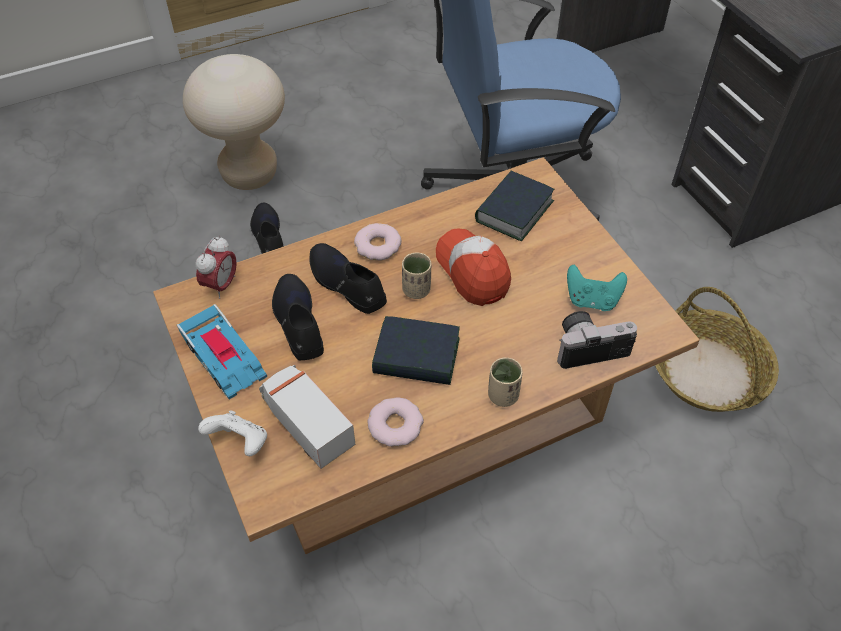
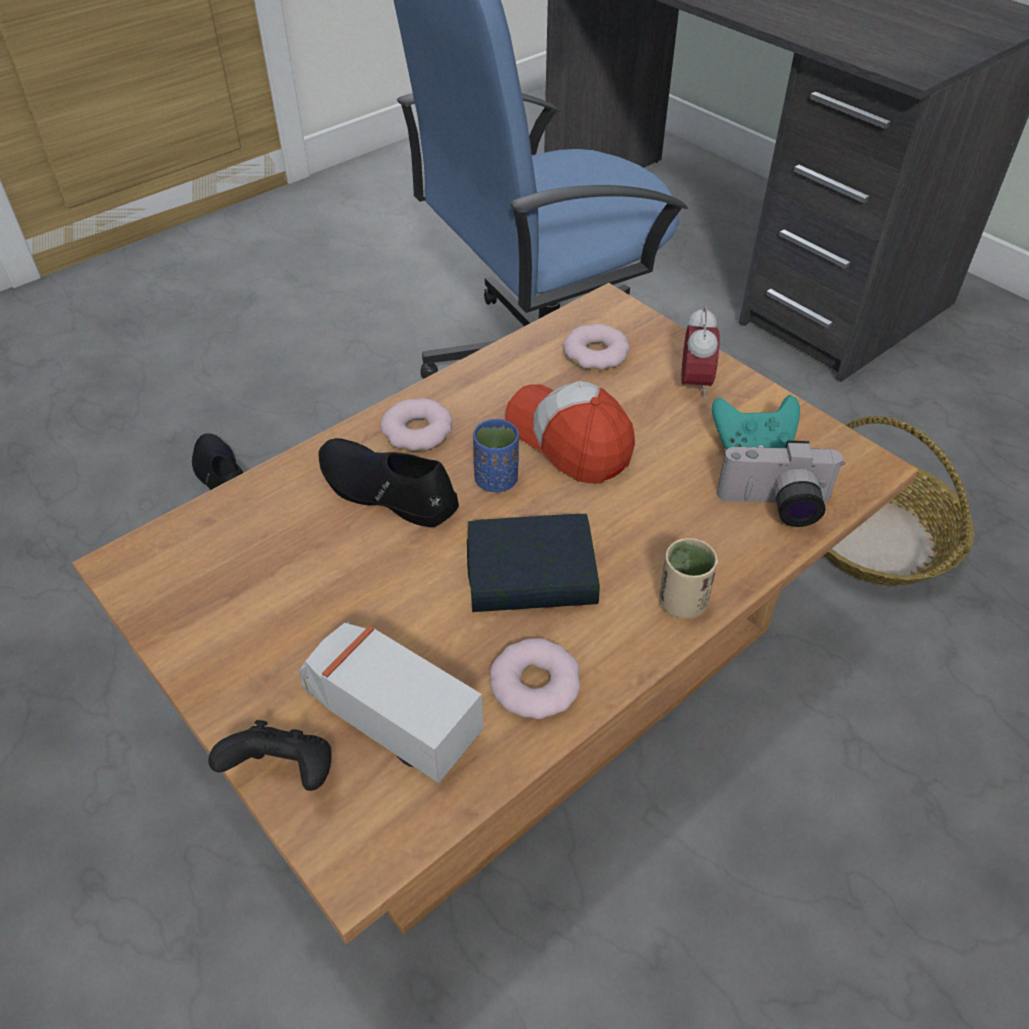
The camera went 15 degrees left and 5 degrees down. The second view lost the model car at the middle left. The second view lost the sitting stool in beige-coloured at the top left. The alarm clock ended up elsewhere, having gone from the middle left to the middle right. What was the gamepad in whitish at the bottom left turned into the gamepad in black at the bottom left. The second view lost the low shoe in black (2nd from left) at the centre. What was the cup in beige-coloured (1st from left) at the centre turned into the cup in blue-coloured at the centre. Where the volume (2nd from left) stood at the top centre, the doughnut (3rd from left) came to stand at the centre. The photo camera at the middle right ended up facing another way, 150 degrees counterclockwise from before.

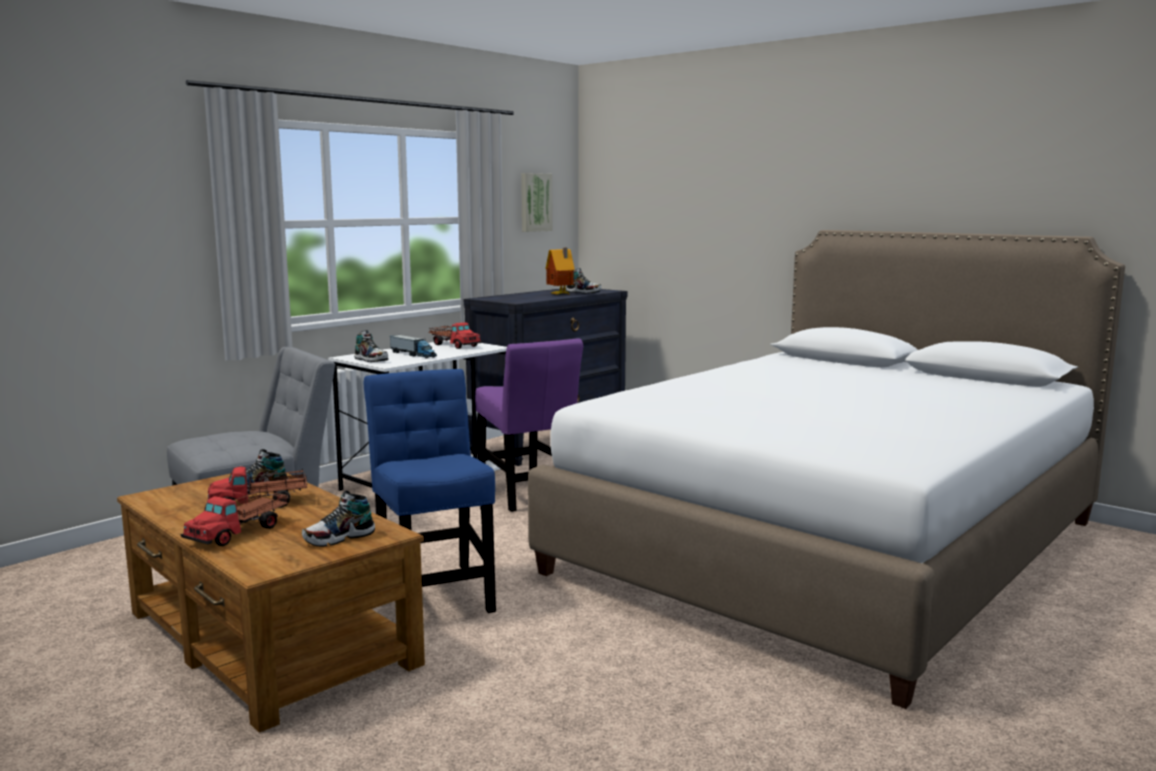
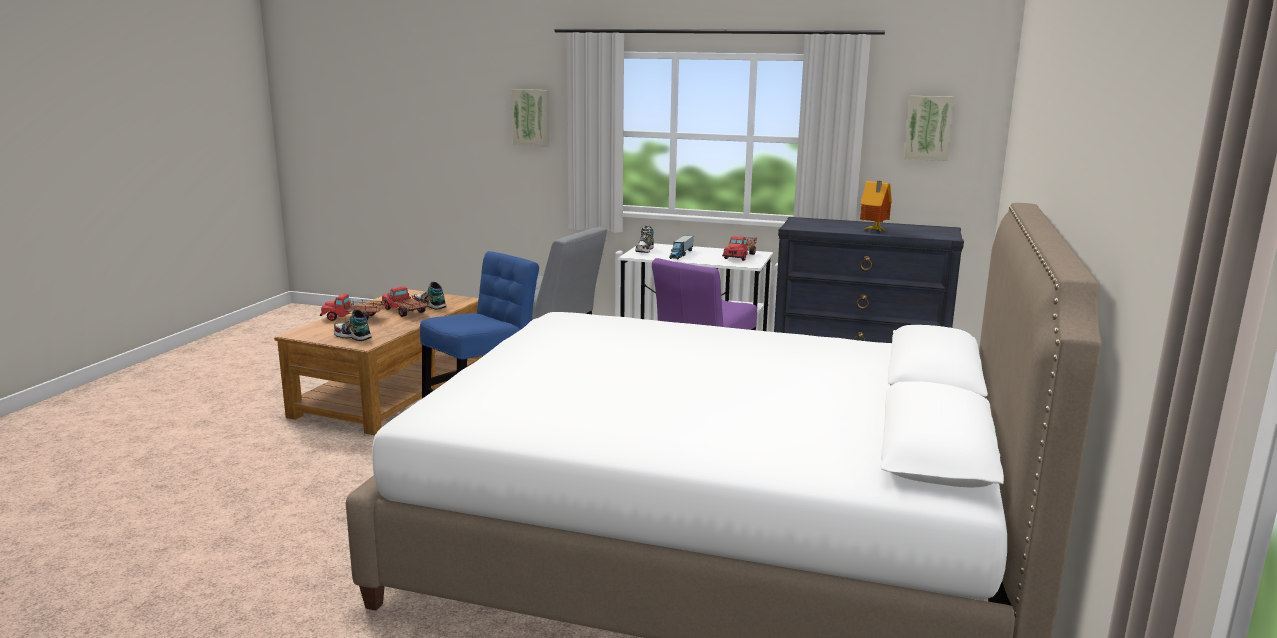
The camera went 65 degrees right and 5 degrees up. The second view lost the low shoe (4th from left) at the centre. The second view gained the picture (1st from left) at the top centre.

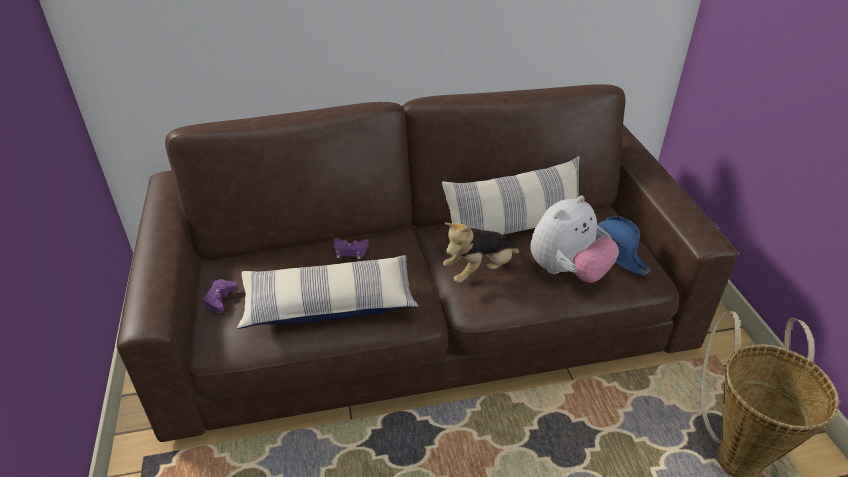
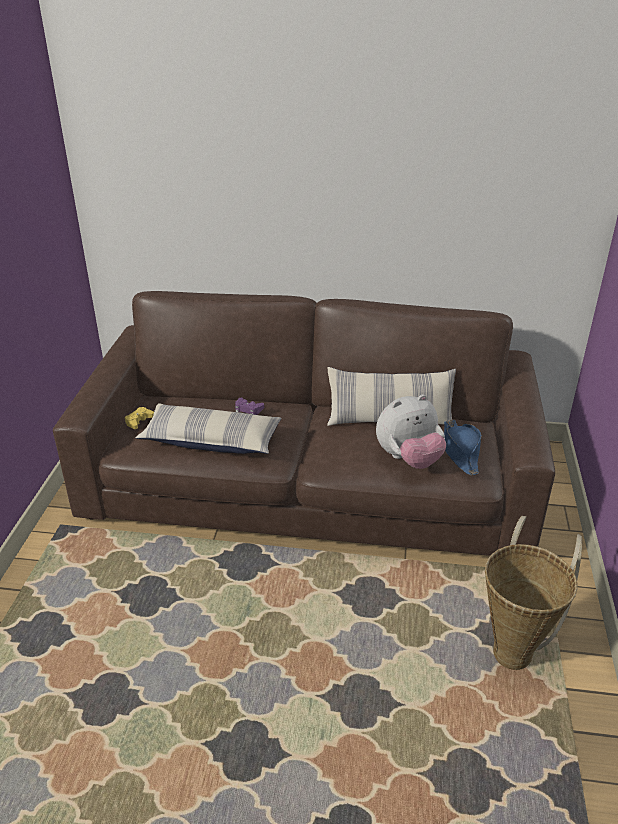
The camera went 20 degrees right and 5 degrees down. What was the gamepad in purplish (1st from left) at the middle left turned into the gamepad in yellowish at the middle left. The second view lost the soft toy (1st from left) at the centre.

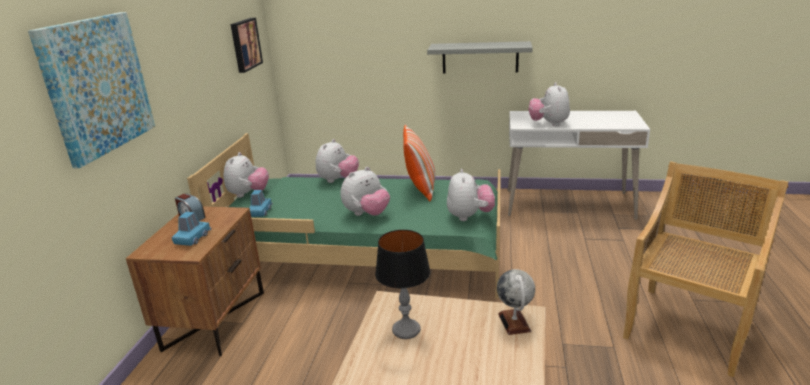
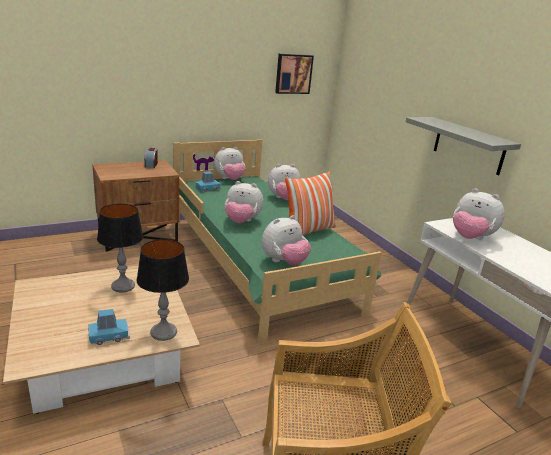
The camera went 50 degrees right and 0 degrees up. The second view lost the picture (1st from left) at the top left. The model car in blue-coloured (1st from left) ended up elsewhere, having gone from the middle left to the bottom left. Where the desk globe stood at the bottom centre, the tabletop lamp (2nd from left) came to stand at the middle left. The soft toy (5th from left) at the top right ended up facing another way, 105 degrees counterclockwise from before.

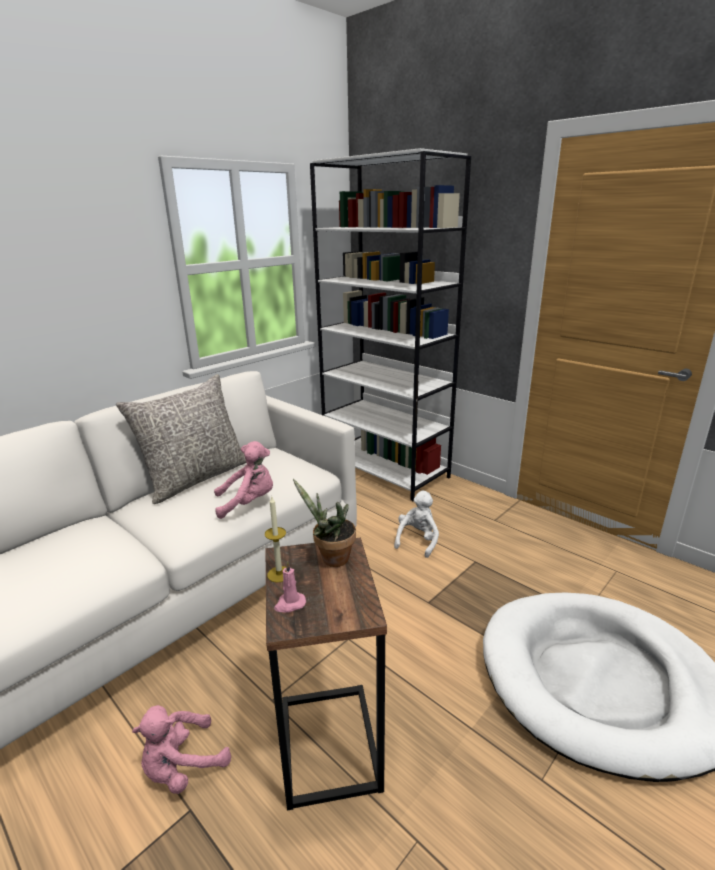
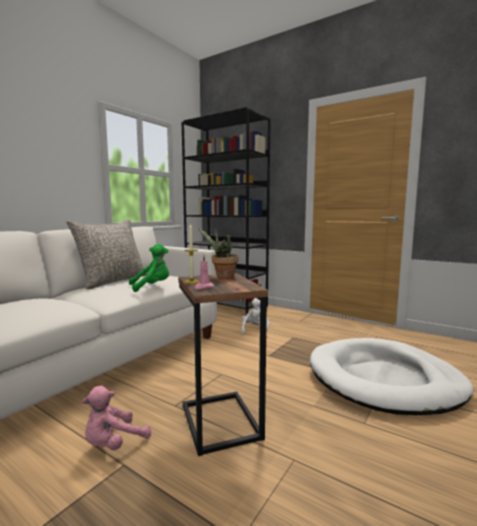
The camera went 10 degrees left and 15 degrees down. What was the soft toy in pinkish (2nd from left) at the centre turned into the soft toy in greenish at the middle left. What was the bookcase in whitish at the centre turned into the bookcase in black at the centre.

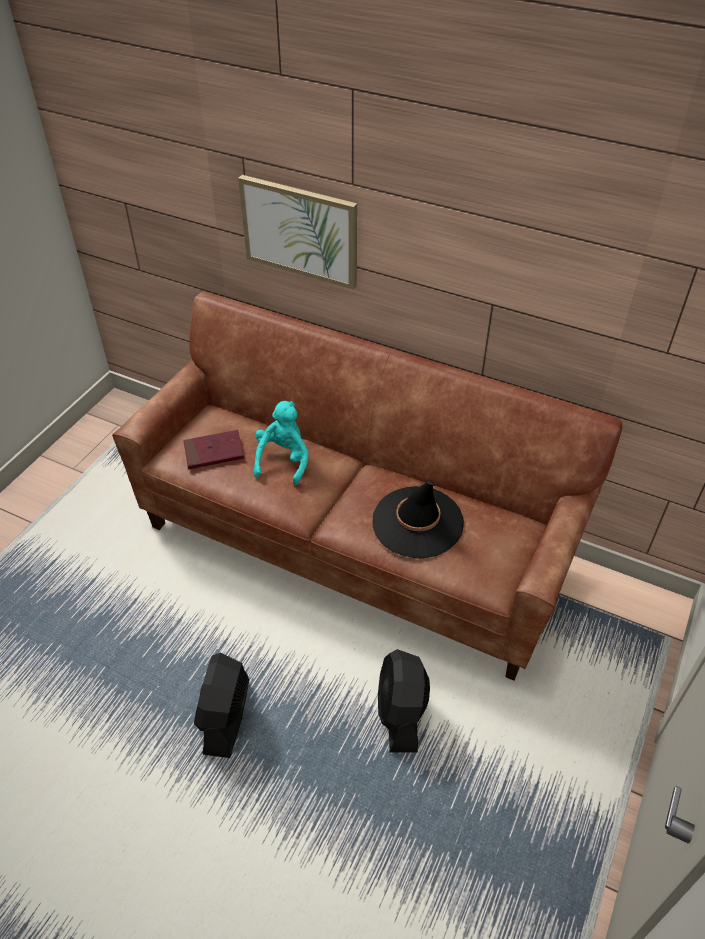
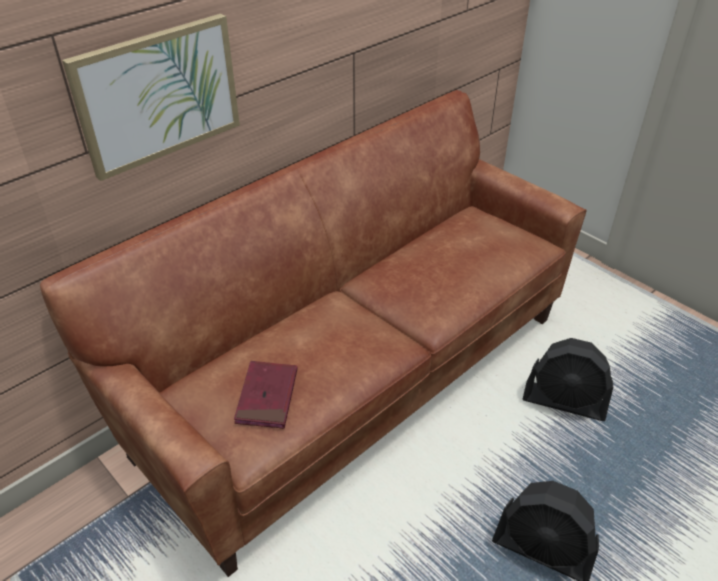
The camera went 70 degrees left and 5 degrees down. The second view lost the soft toy in turquoise at the centre. The second view lost the wearable hat in black at the centre.

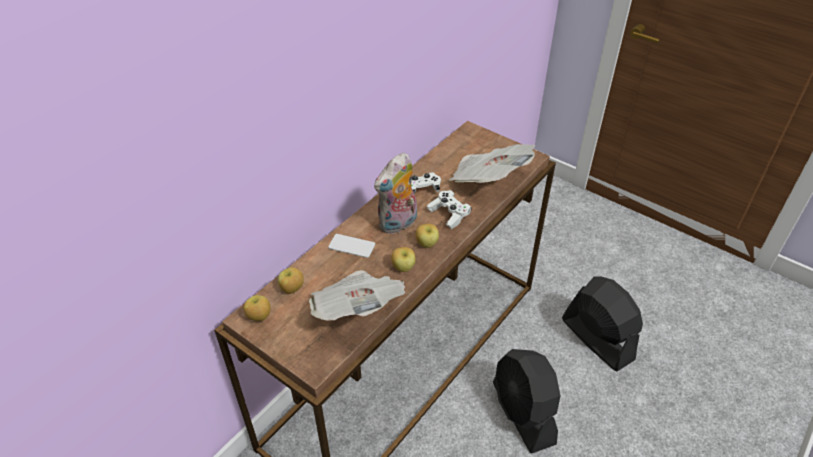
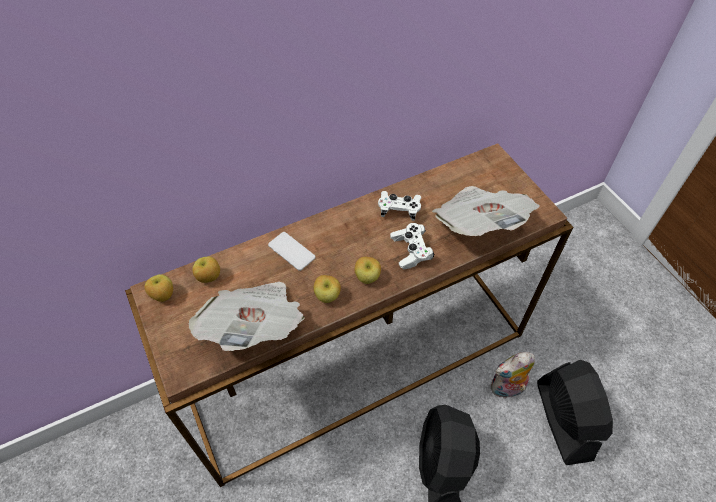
The camera went 25 degrees right and 10 degrees up. The soft toy ended up elsewhere, having gone from the centre to the bottom right.

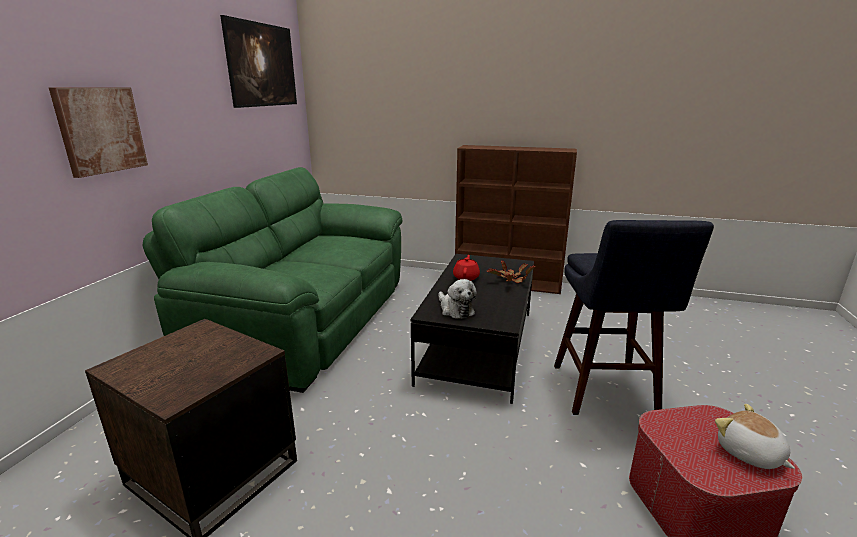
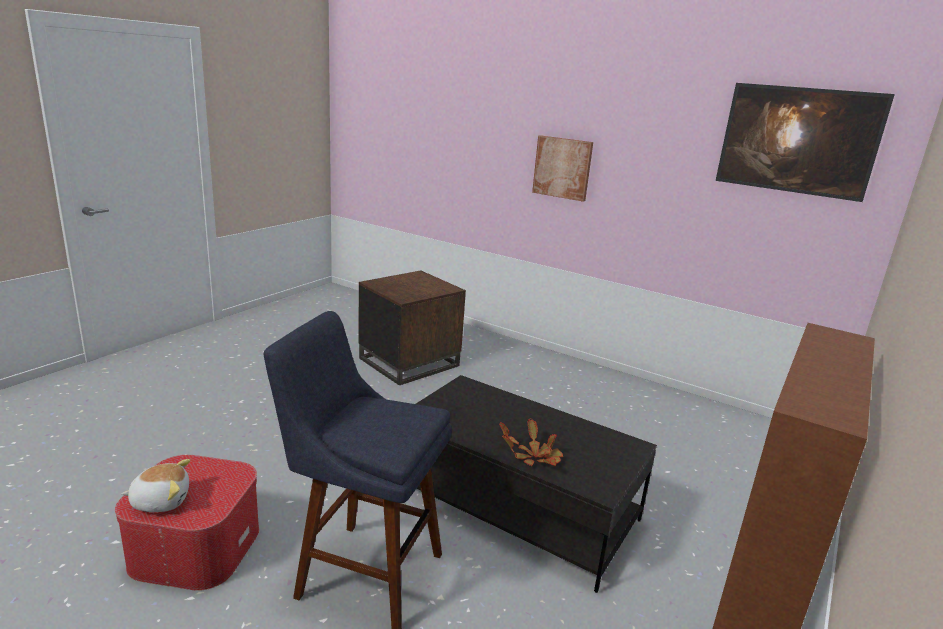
The camera went 105 degrees right and 0 degrees up. The second view lost the couch in greenish at the middle left. The second view lost the soft toy (1st from left) at the centre. The second view lost the pot for tea in red at the centre.

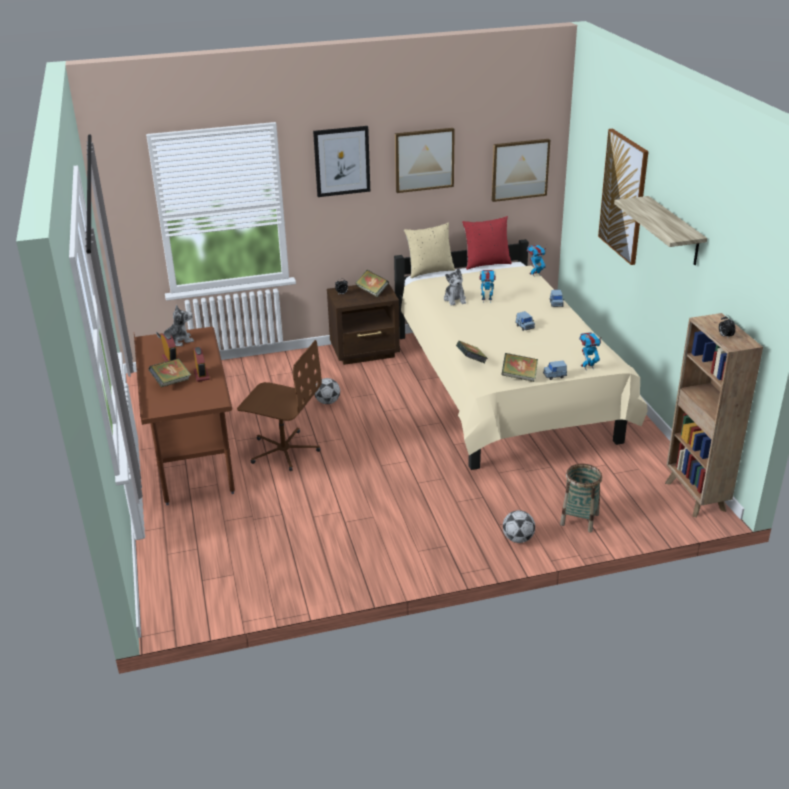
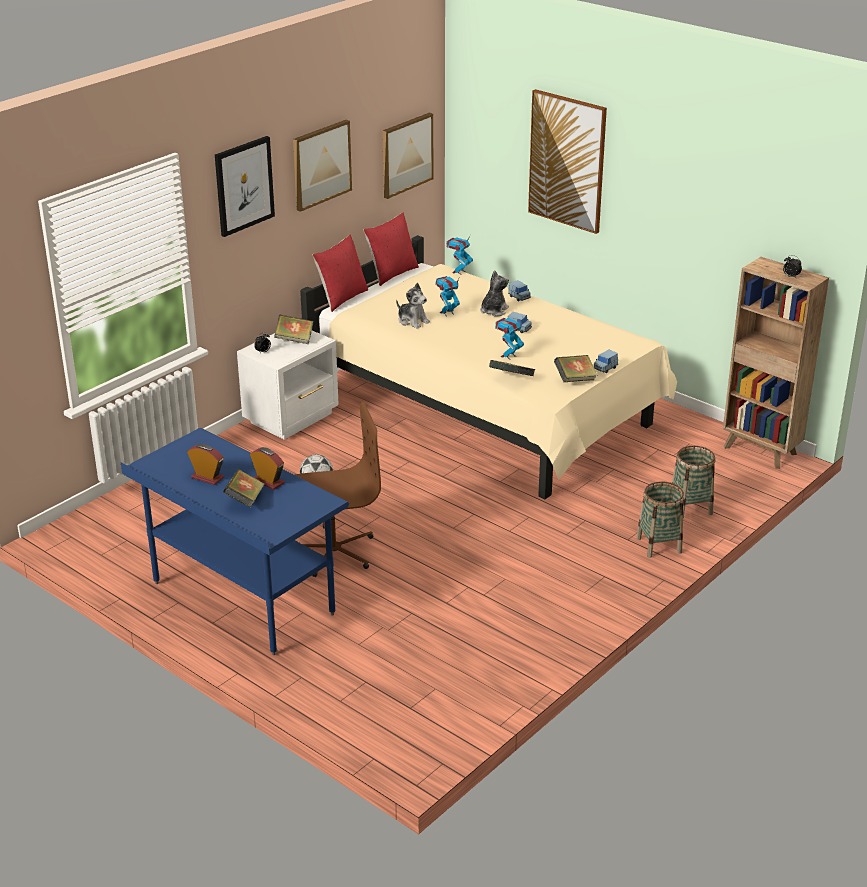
The camera went 35 degrees left and 0 degrees up. What was the desk table in brown at the middle left turned into the desk table in blue-coloured at the middle left. The soft toy (1st from left in the first image) ended up elsewhere, having gone from the middle left to the top centre. What was the night table in brown at the centre turned into the night table in whitish at the middle left. What was the pillow in beige-coloured at the top centre turned into the pillow in red (1st from left) at the top centre. Where the ball for football (2nd from left) stood at the bottom centre, the household basket (1st from left) came to stand at the middle right. The robot figure (3rd from left) ended up elsewhere, having gone from the middle right to the centre. The second view lost the shelf at the top right.

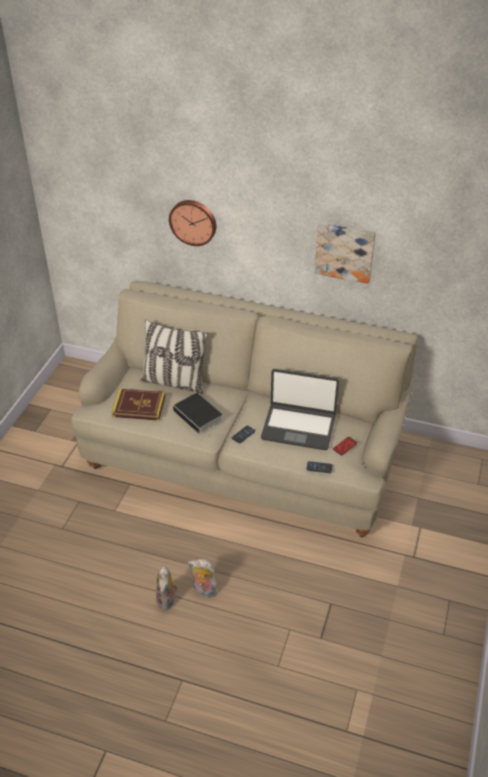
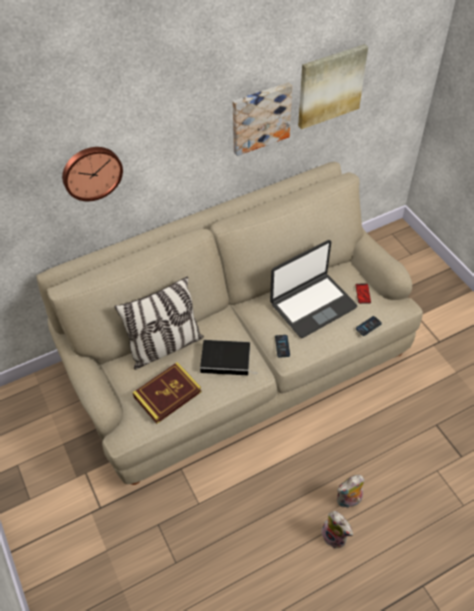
The camera went 45 degrees left and 10 degrees up. The second view gained the picture (2nd from left) at the top right.

